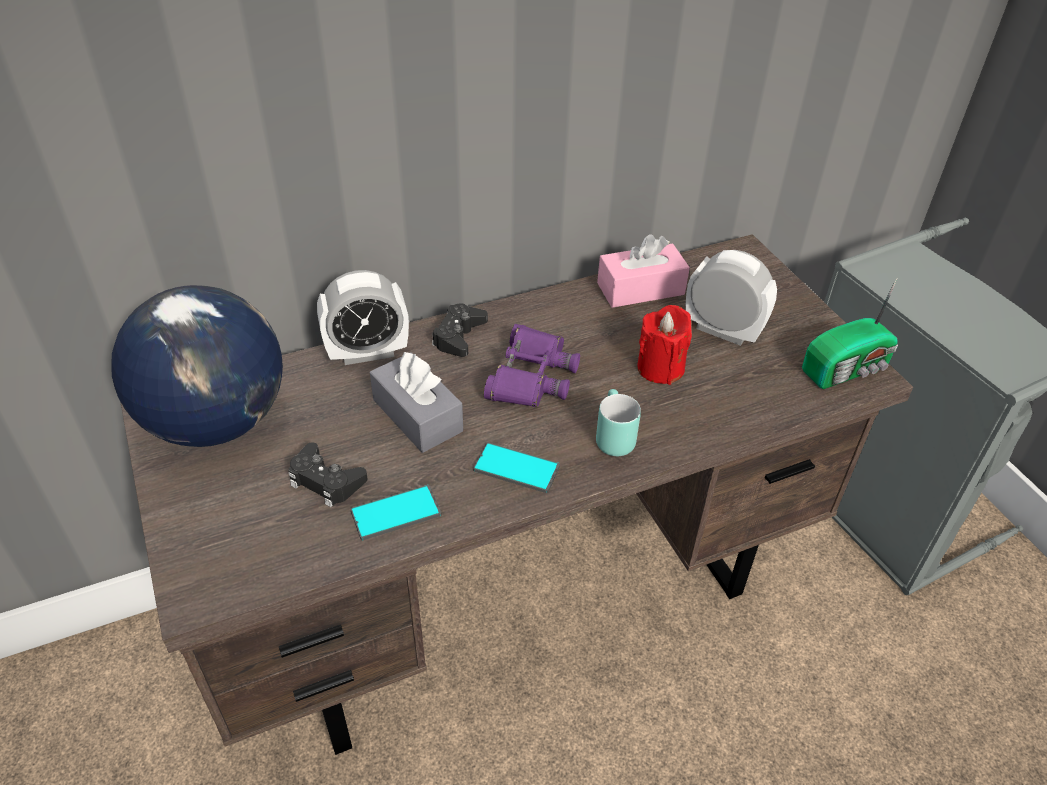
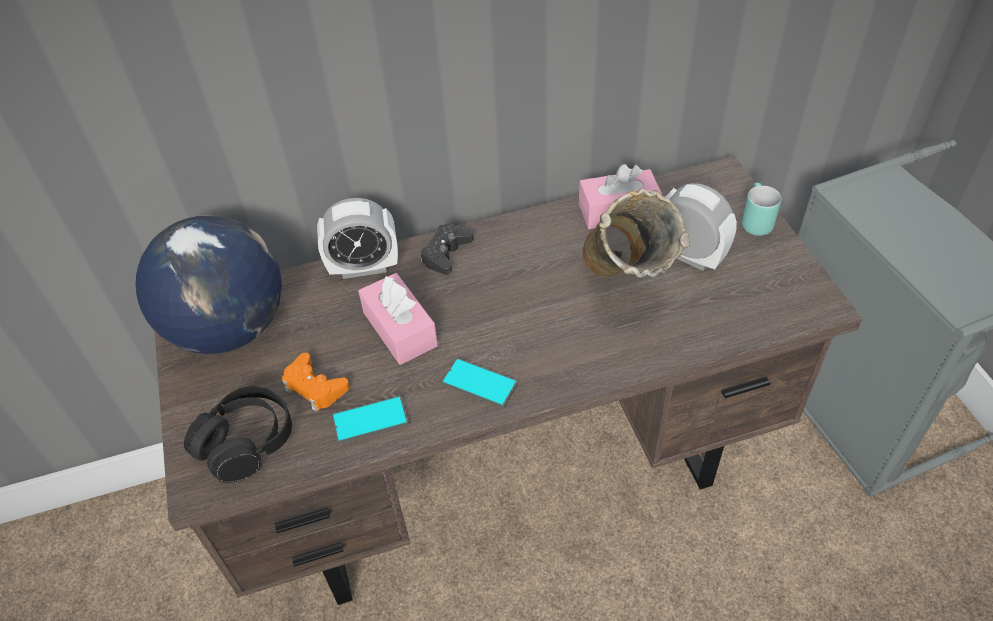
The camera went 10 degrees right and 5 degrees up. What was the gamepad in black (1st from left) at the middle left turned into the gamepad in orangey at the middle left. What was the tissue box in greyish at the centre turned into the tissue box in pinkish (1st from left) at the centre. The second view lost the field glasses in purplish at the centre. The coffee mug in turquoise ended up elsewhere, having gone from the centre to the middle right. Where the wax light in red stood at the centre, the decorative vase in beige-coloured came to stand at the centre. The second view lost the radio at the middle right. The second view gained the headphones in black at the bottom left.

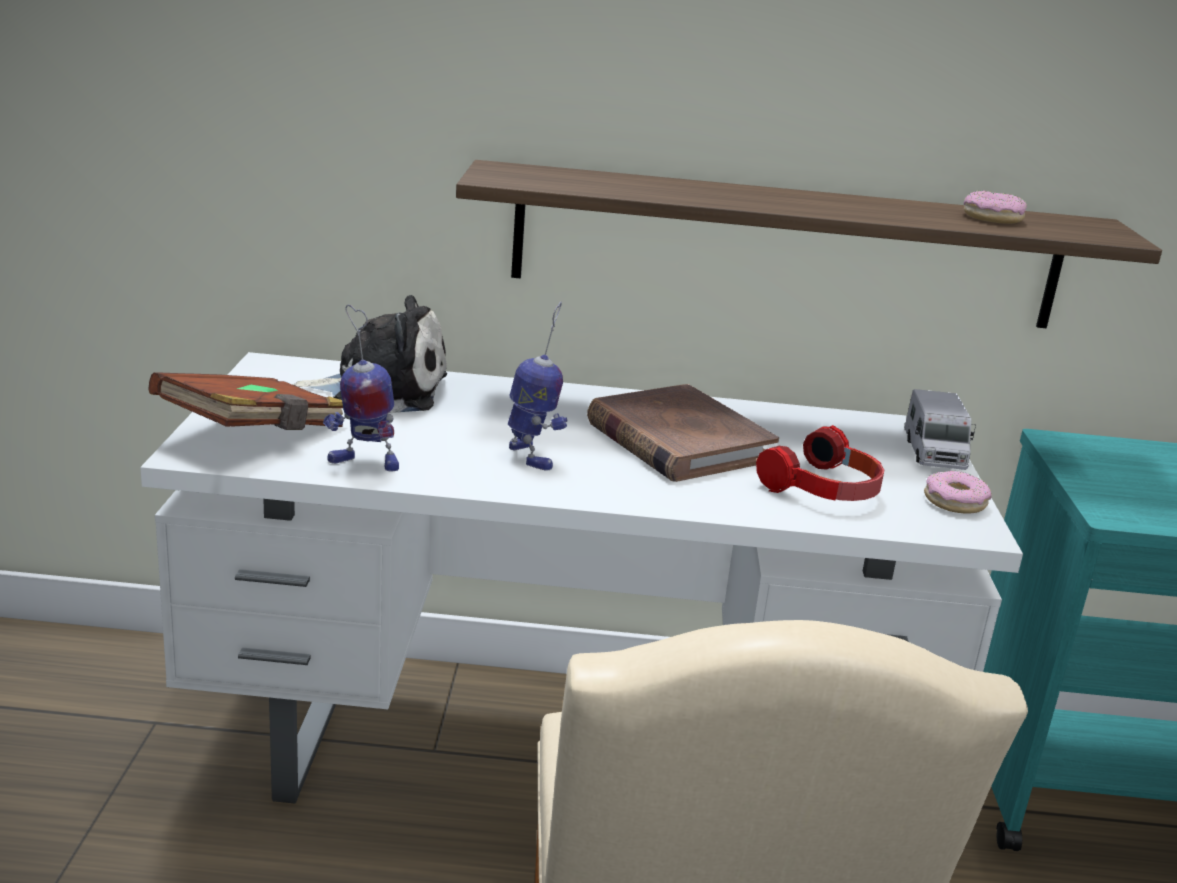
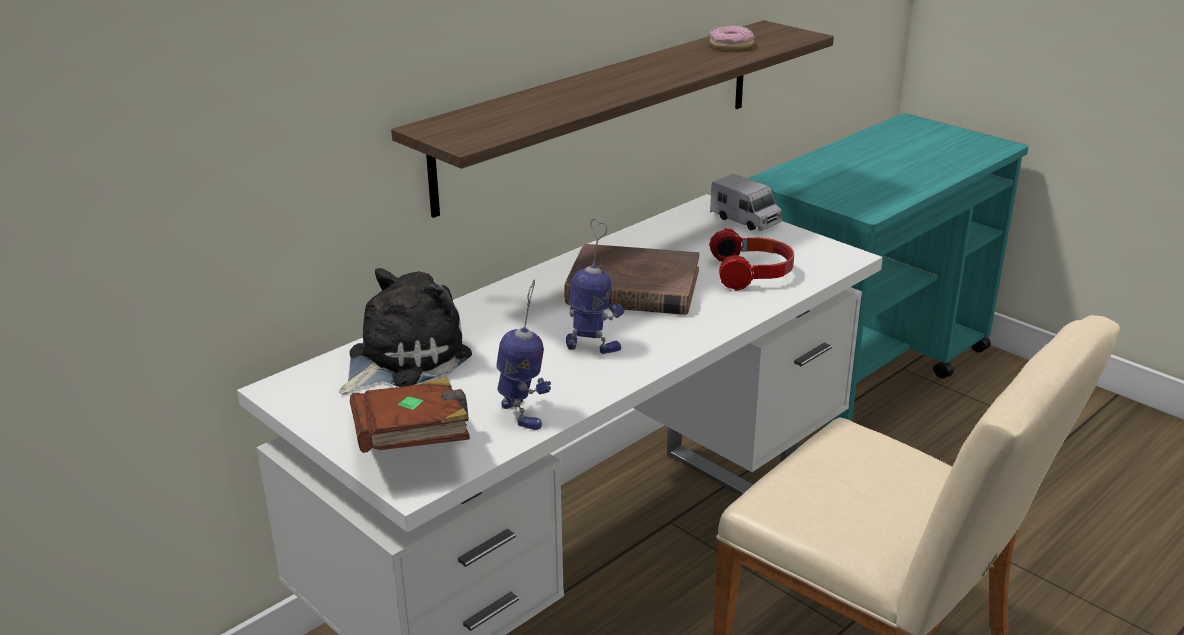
The camera went 45 degrees left and 5 degrees up. The robot figure (1st from left) at the middle left ended up facing another way, 75 degrees counterclockwise from before. The second view lost the doughnut (1st from left) at the middle right.

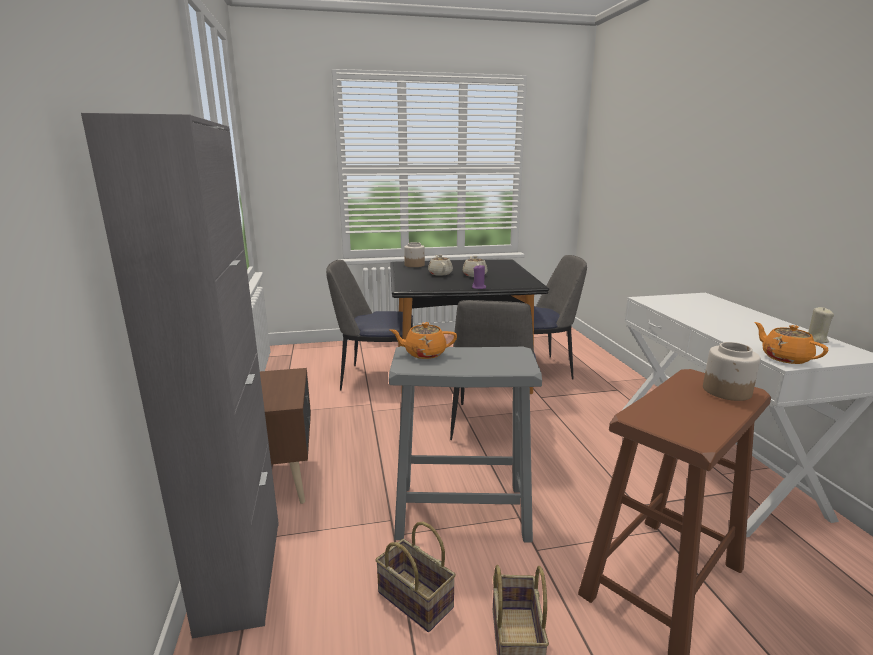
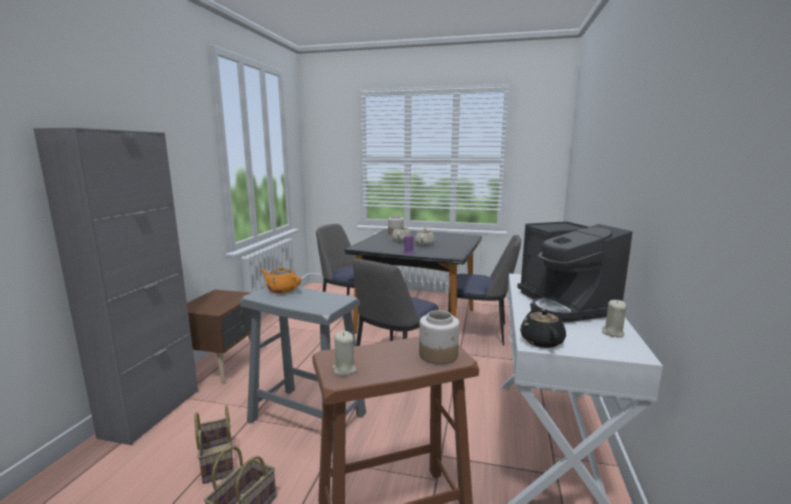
The camera went 25 degrees right and 5 degrees down. What was the pot for tea in orangey (2nd from left) at the middle right turned into the pot for tea in black at the middle right. The second view gained the wax light in beige-coloured (1st from left) at the bottom centre. The second view gained the coffee brewer at the middle right.

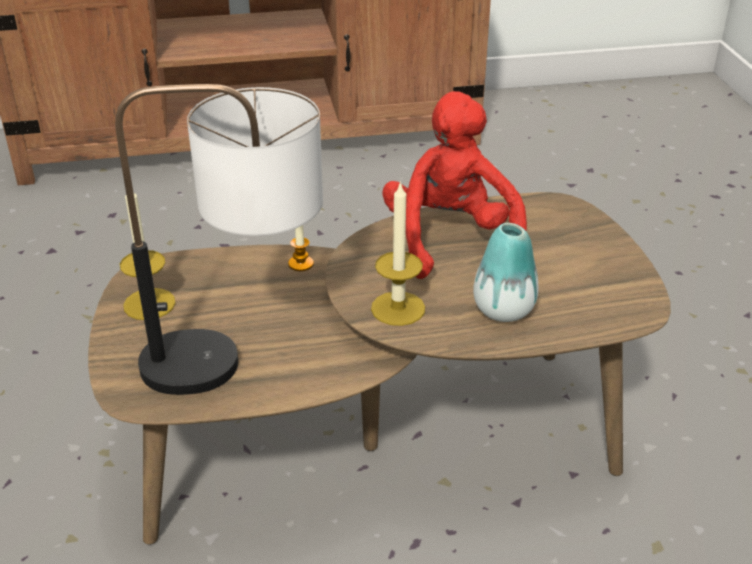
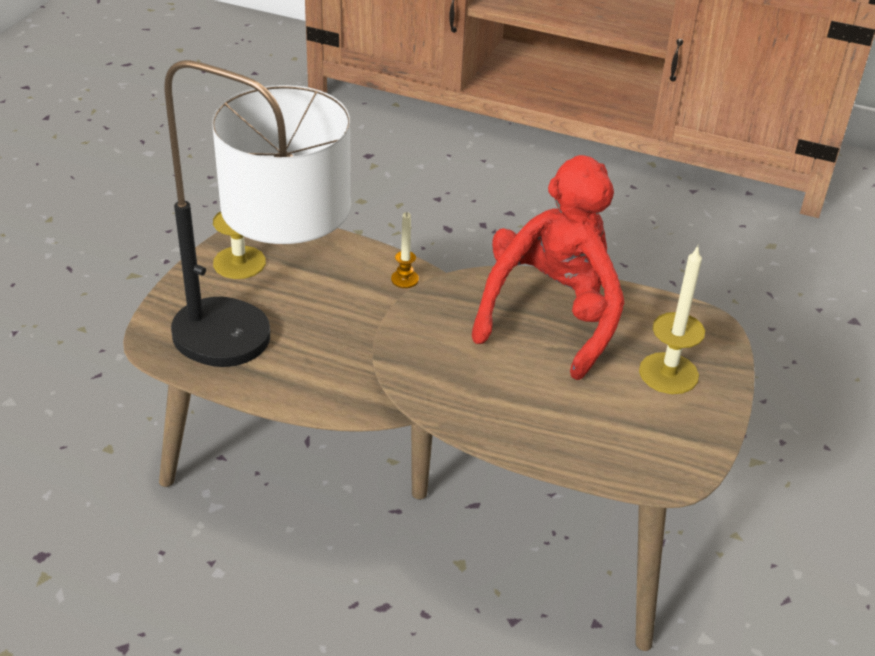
The camera went 30 degrees right and 5 degrees up. The wax light (3rd from left) ended up elsewhere, having gone from the centre to the middle right. The second view lost the decorative vase at the middle right.

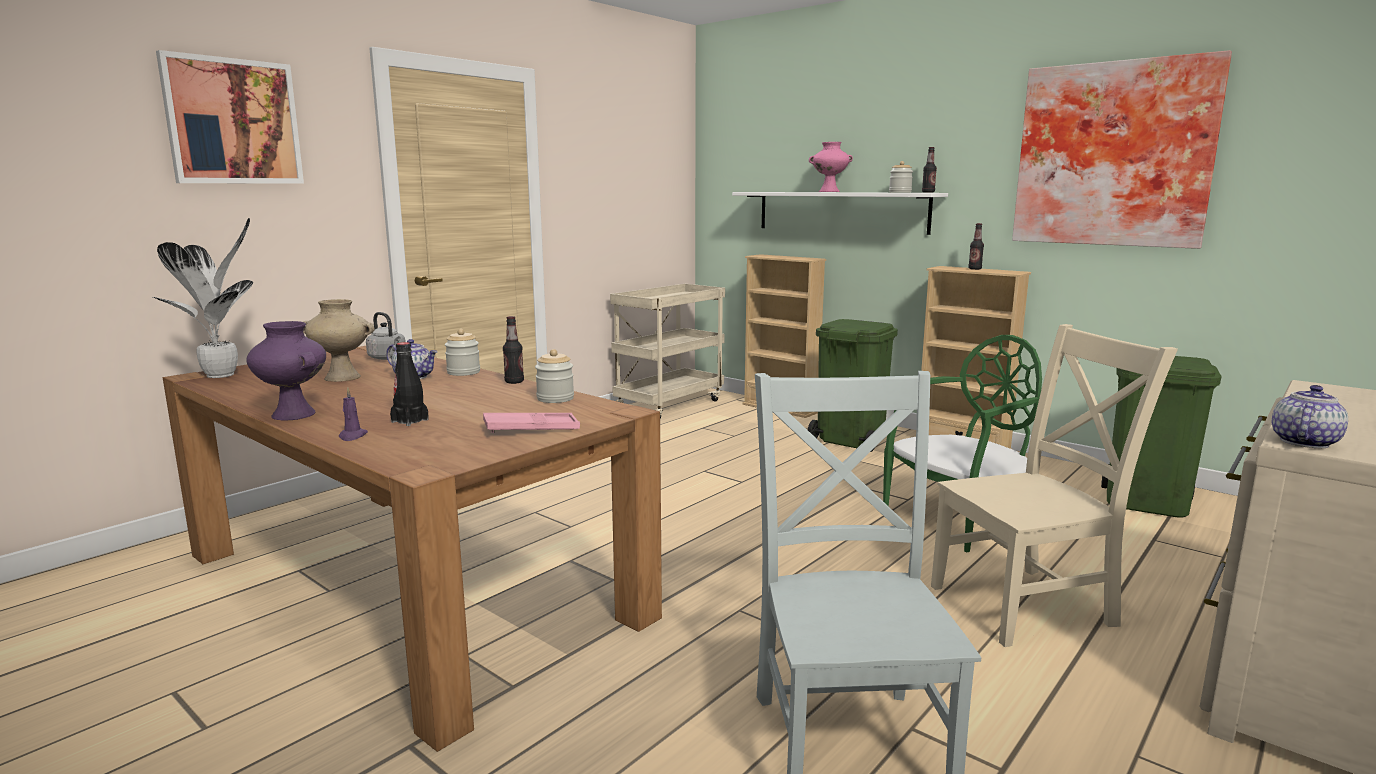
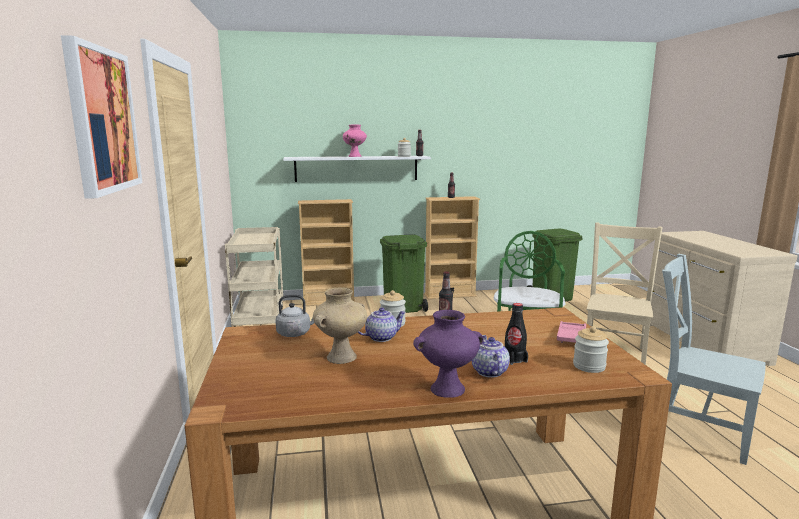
The camera went 50 degrees left and 0 degrees up. The second view lost the potted plant at the middle left. The second view lost the wax light in purplish at the middle left. The preserve jar (2nd from left in the first image) ended up elsewhere, having gone from the centre to the bottom right. The second view lost the picture (2nd from left) at the top right. The pot for tea (2nd from left) ended up elsewhere, having gone from the middle right to the bottom centre.

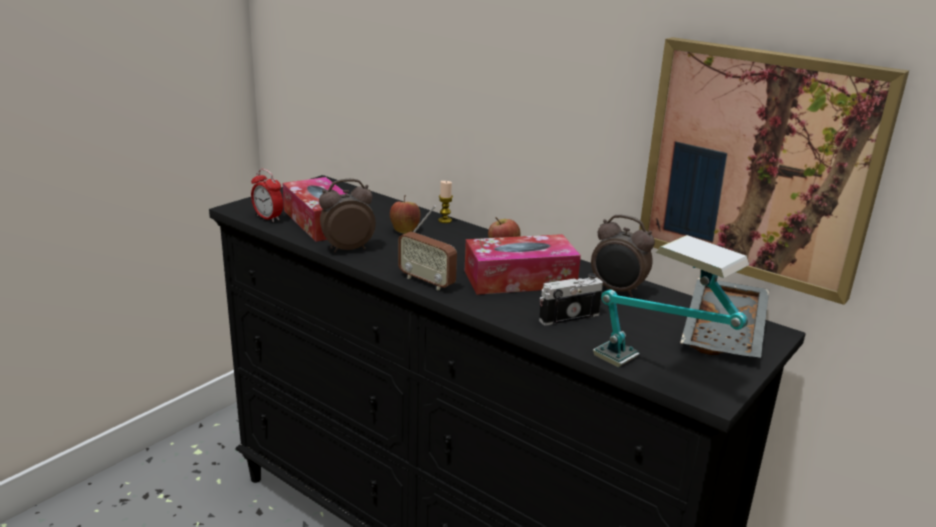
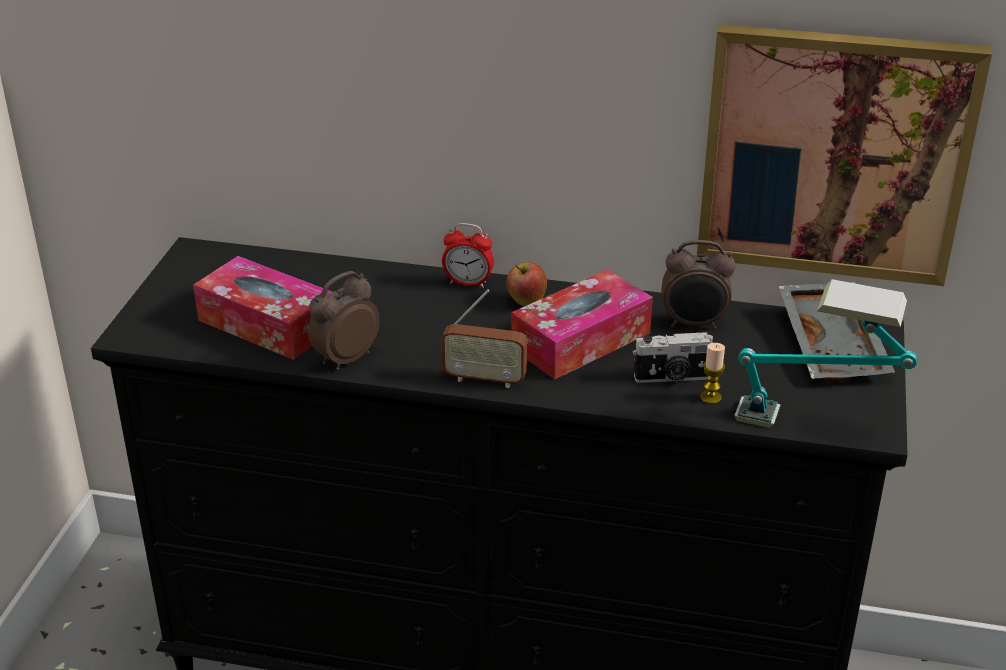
The camera went 25 degrees left and 10 degrees up. The alarm clock (1st from left in the first image) ended up elsewhere, having gone from the middle left to the centre. The second view lost the apple fruit (1st from left) at the centre. The wax light ended up elsewhere, having gone from the centre to the middle right. The photo camera at the centre ended up facing another way, 135 degrees counterclockwise from before.

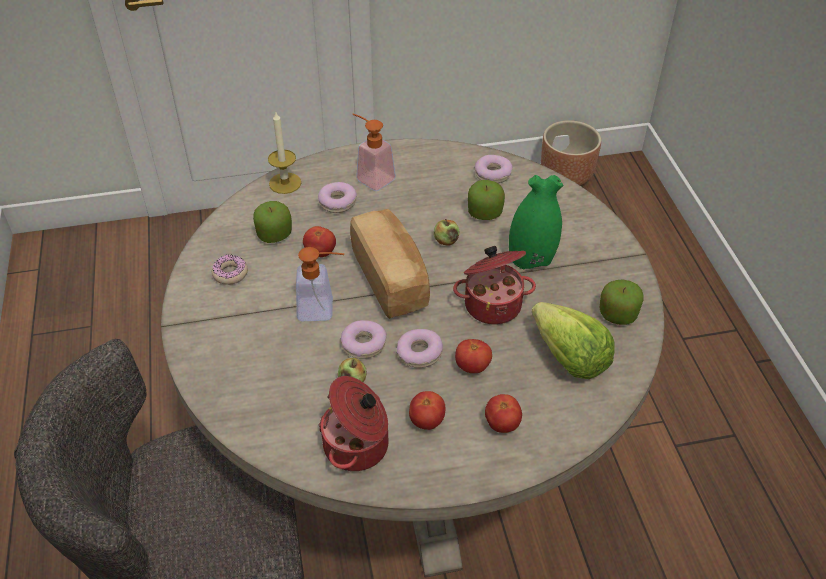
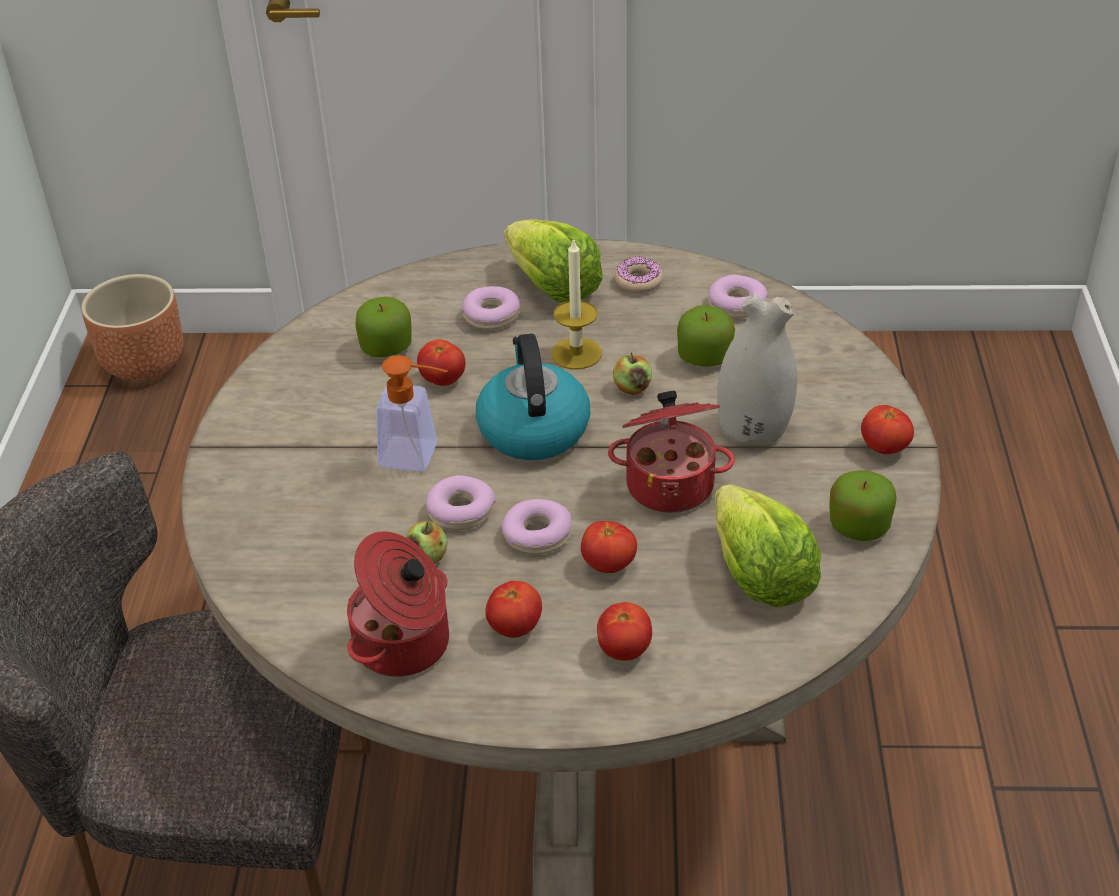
The camera went 15 degrees right and 5 degrees down. The doughnut (1st from left in the first image) ended up elsewhere, having gone from the middle left to the top centre. The wax light ended up elsewhere, having gone from the top centre to the centre. Where the bread stood at the centre, the water kettle came to stand at the centre. Where the soap bottle (2nd from left) stood at the top centre, the lettuce head (1st from left) came to stand at the top centre. What was the decorative vase in greenish at the centre turned into the decorative vase in whitish at the middle right. The flower pot in brown ended up elsewhere, having gone from the top right to the middle left. The second view gained the tomato (5th from left) at the middle right.

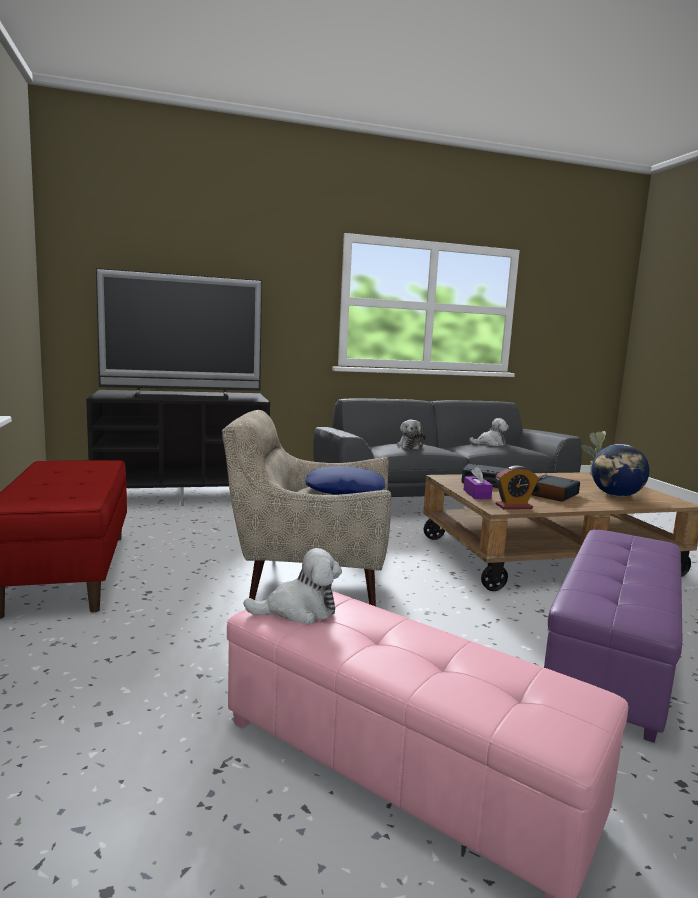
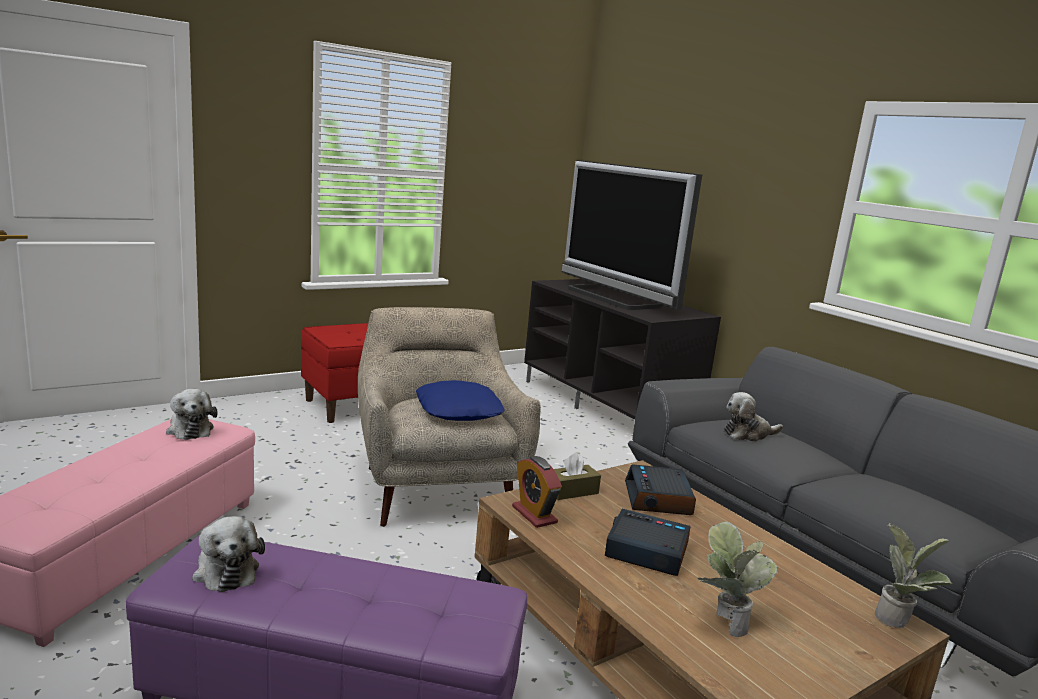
The camera went 70 degrees right and 5 degrees up. What was the tissue box in purplish at the middle right turned into the tissue box in brown at the bottom centre. The soft toy (3rd from left in the first image) ended up elsewhere, having gone from the middle right to the bottom left. Where the desk globe stood at the middle right, the potted plant (1st from left) came to stand at the bottom right.

